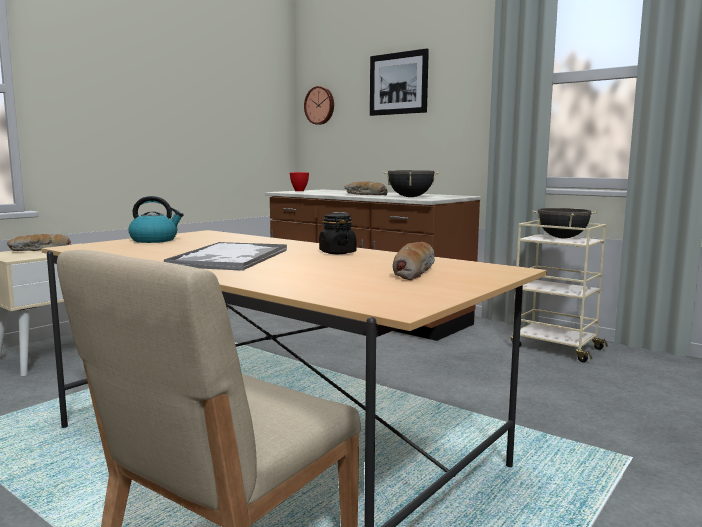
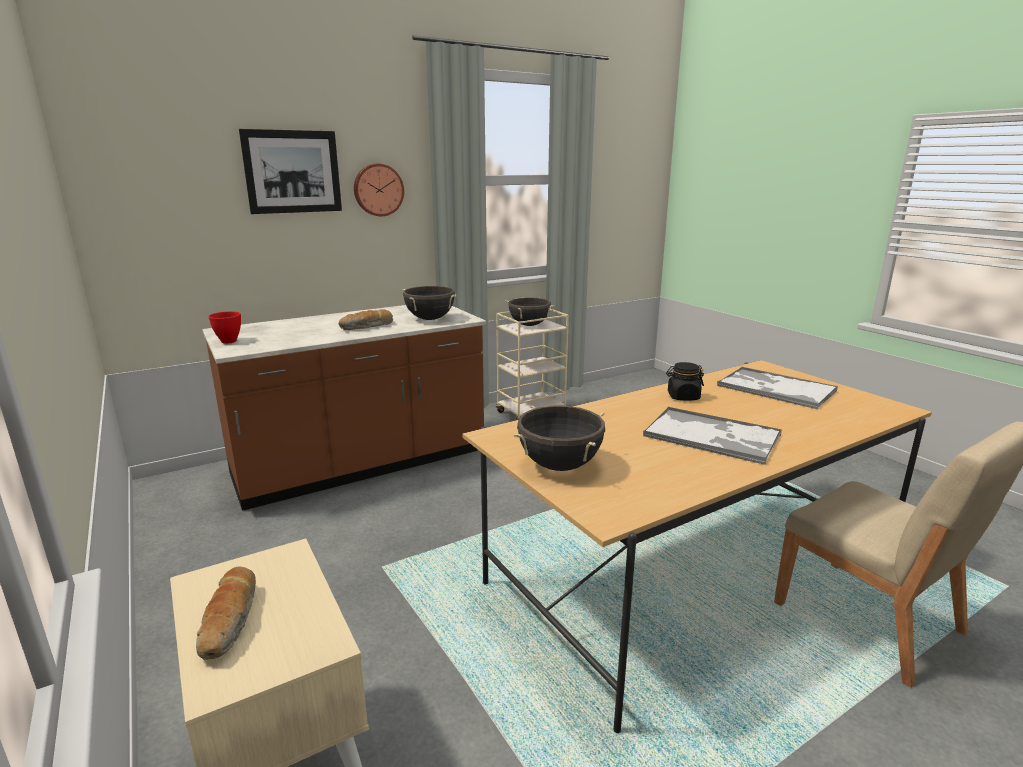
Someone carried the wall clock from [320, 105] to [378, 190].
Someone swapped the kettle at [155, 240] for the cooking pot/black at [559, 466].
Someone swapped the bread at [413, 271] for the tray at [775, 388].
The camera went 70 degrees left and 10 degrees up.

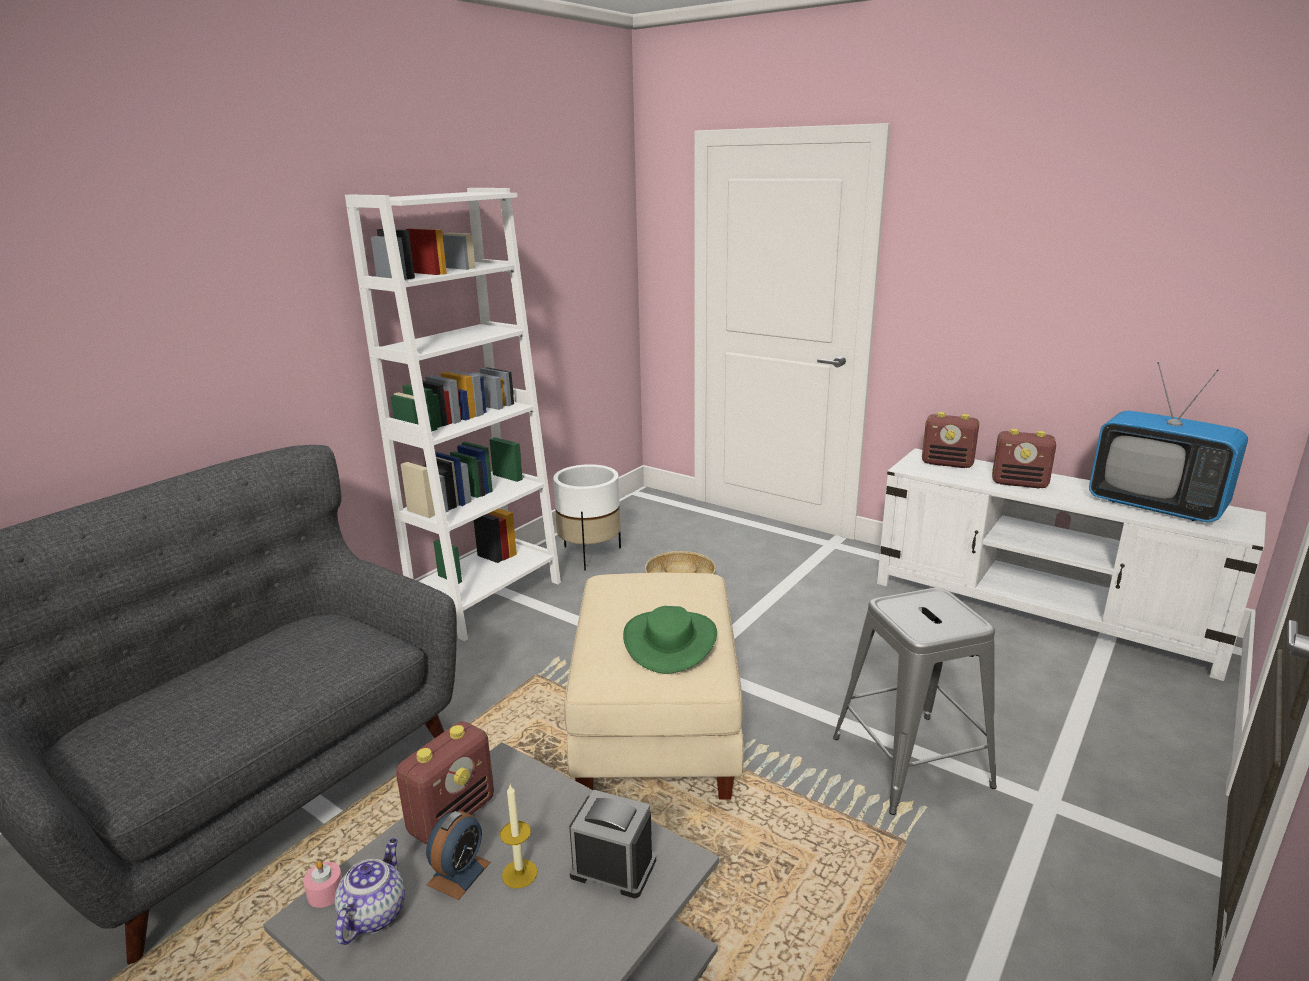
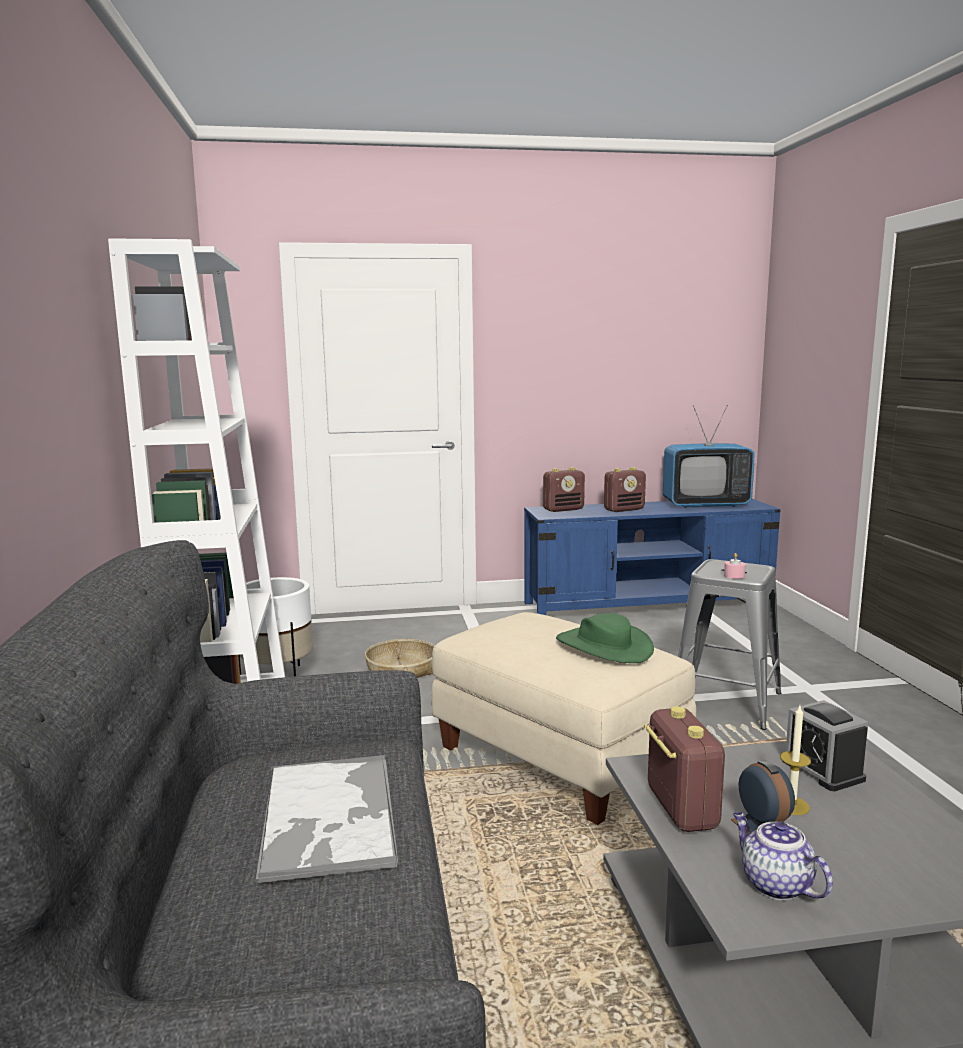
Someone put down the tray at [329, 817].
Someone repainted the tv stand/white at [1042, 610], which became the tv stand/blue at [648, 605].
Someone carried the candle/pink from [326, 892] to [734, 576].
Someone rotated the alarm clock at [613, 867] by 90 degrees counterclockwise.
The camera went 45 degrees left and 10 degrees down.

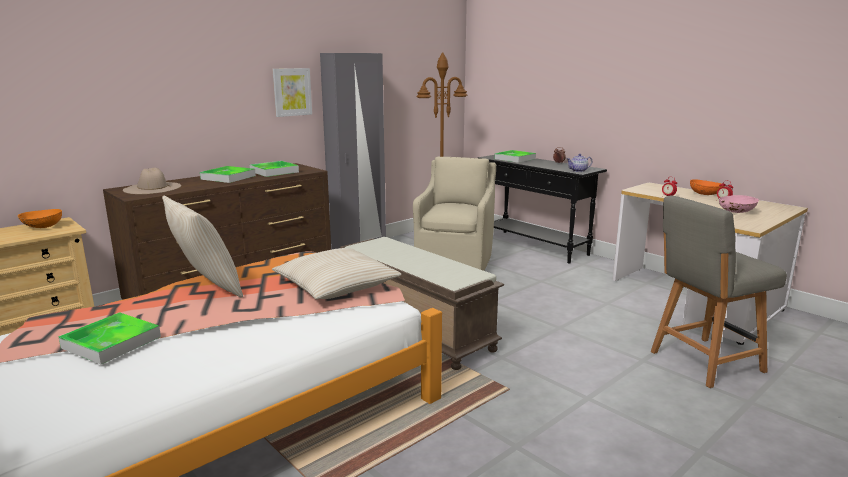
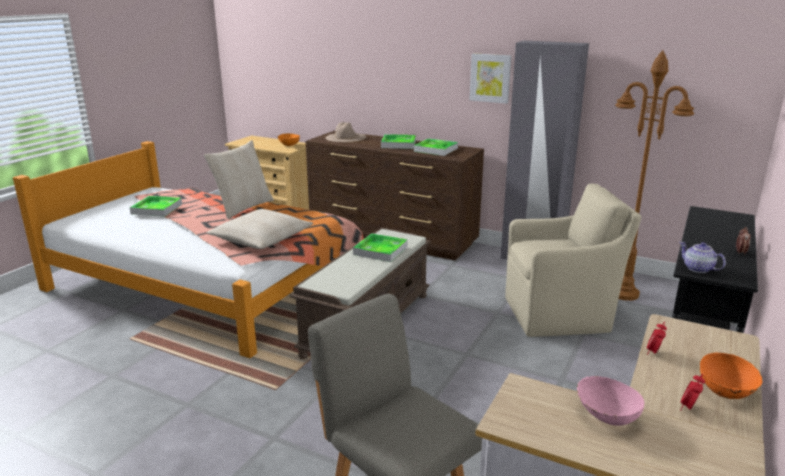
Someone carried the tray from [515, 159] to [380, 250].
The camera went 70 degrees right and 5 degrees up.

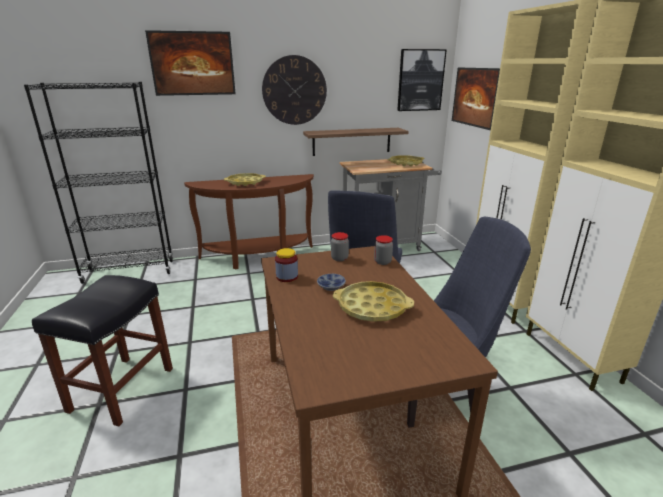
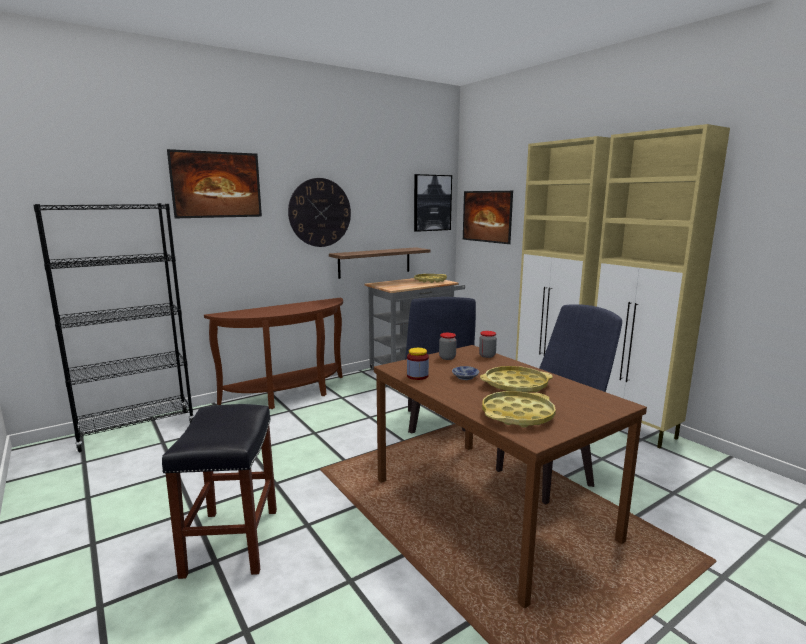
Someone carried the tray/yellow from [245, 182] to [517, 415].
The camera went 20 degrees left and 10 degrees down.

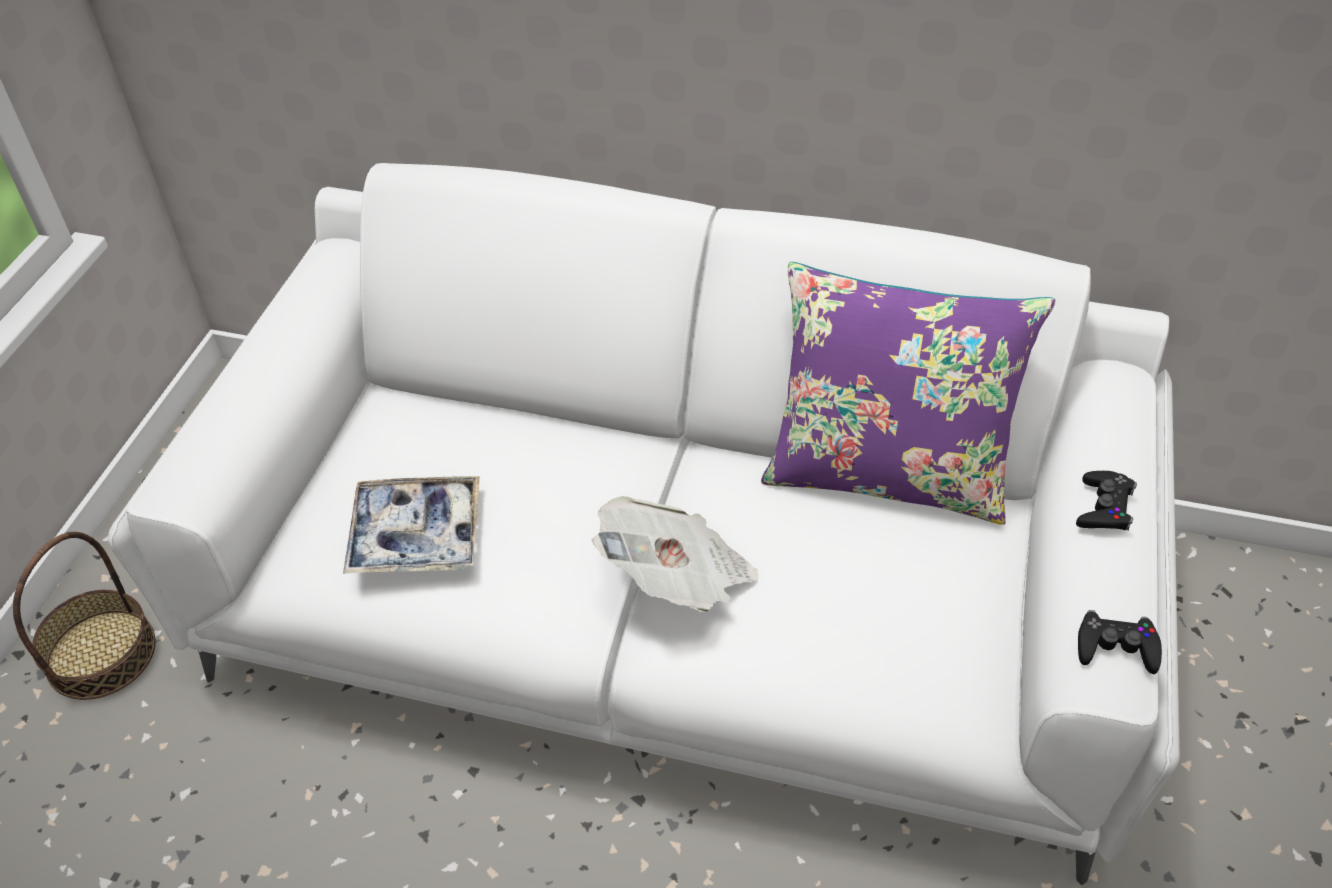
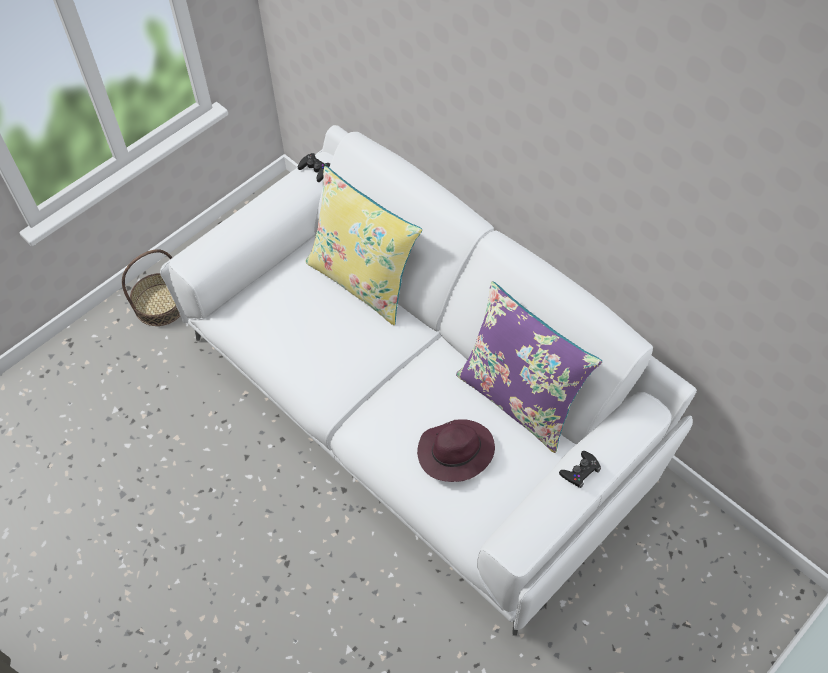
Someone carried the game controller/black from [1115, 647] to [315, 169].
Someone put down the pillow/yellow at [363, 280].
Someone put down the hat/purple at [454, 453].
Someone took away the tray at [415, 535].
Someone took away the newspaper at [677, 578].
The camera went 30 degrees right and 10 degrees up.

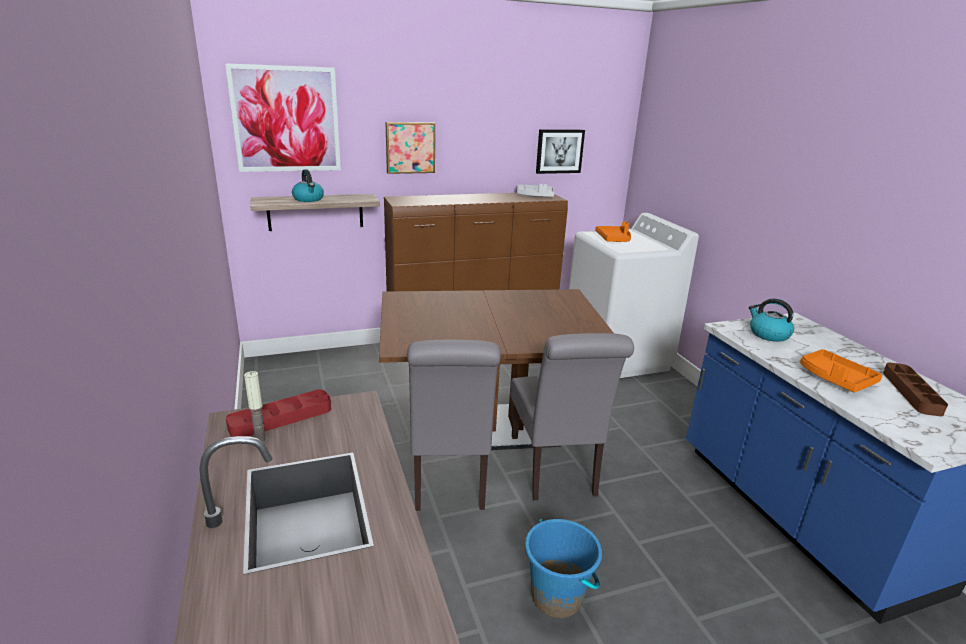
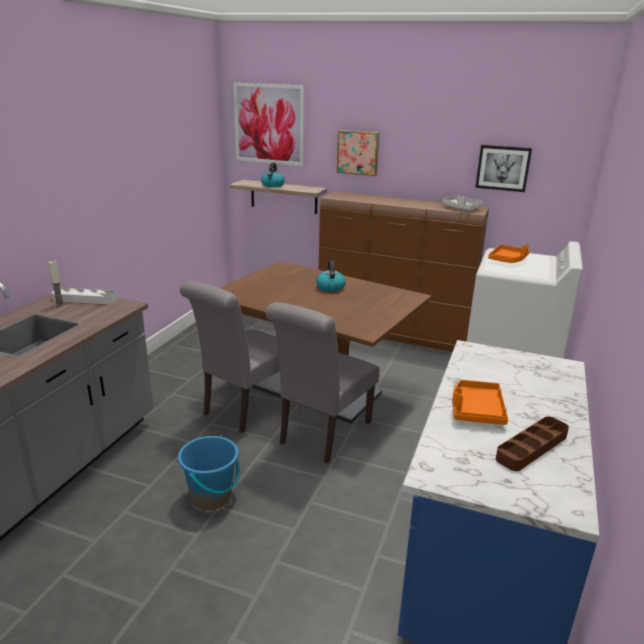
Someone repainted the tray/red at [281, 418], which became the tray/grey at [84, 299].
Someone carried the kettle from [768, 334] to [330, 287].
The camera went 40 degrees right and 0 degrees up.

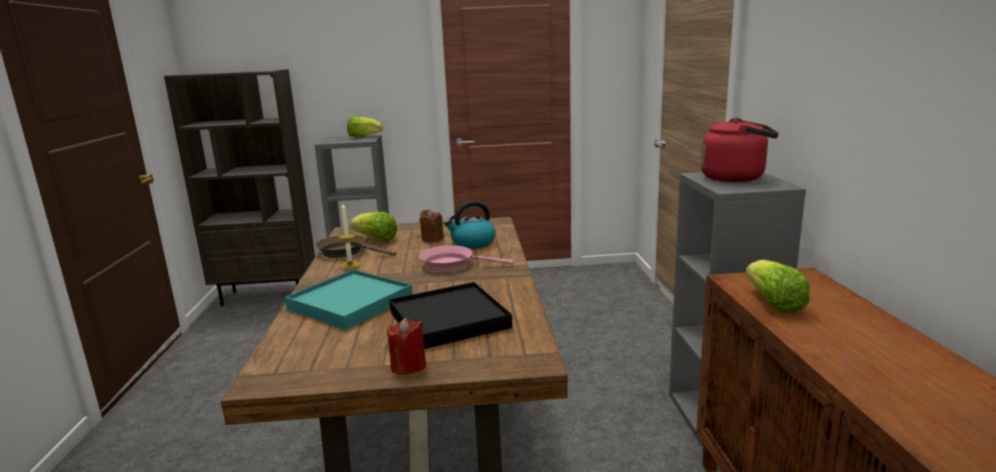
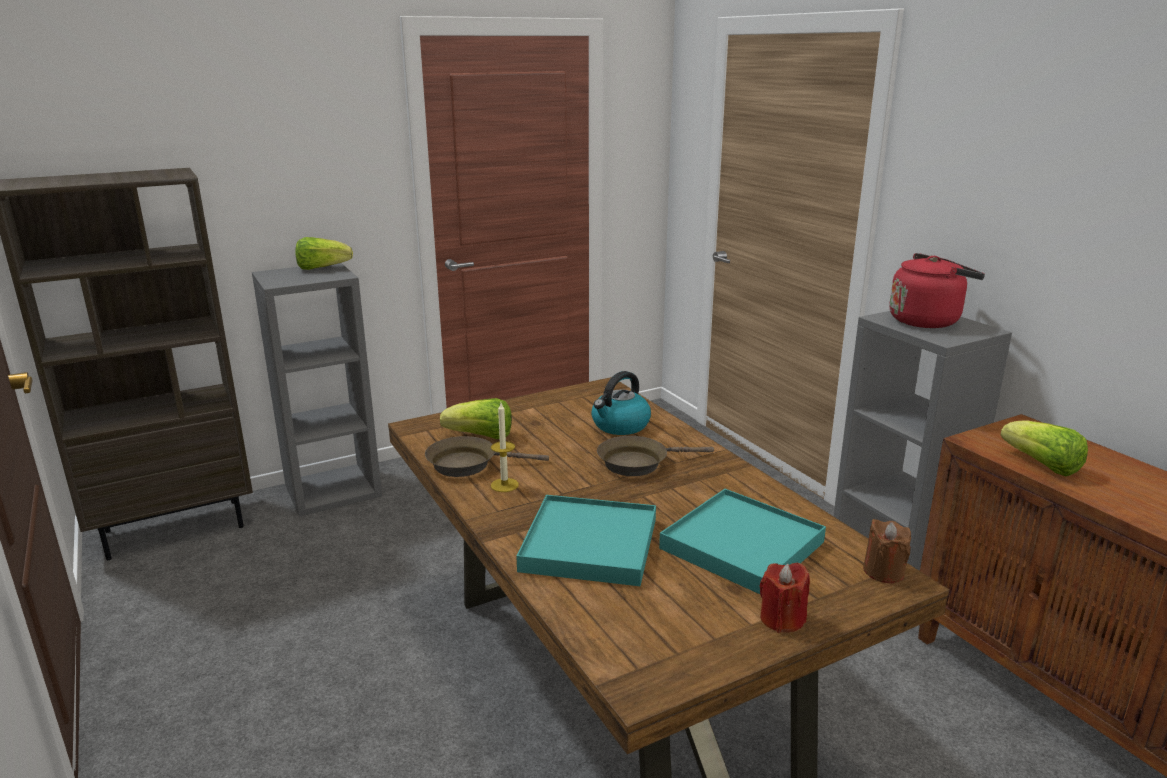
Someone repainted the frying pan/pink at [452, 264], which became the frying pan/brown at [638, 463].
Someone repainted the tray/black at [449, 320], which became the tray/turquoise at [742, 545].
Someone carried the candle/brown from [432, 239] to [883, 571].
The camera went 25 degrees left and 5 degrees up.

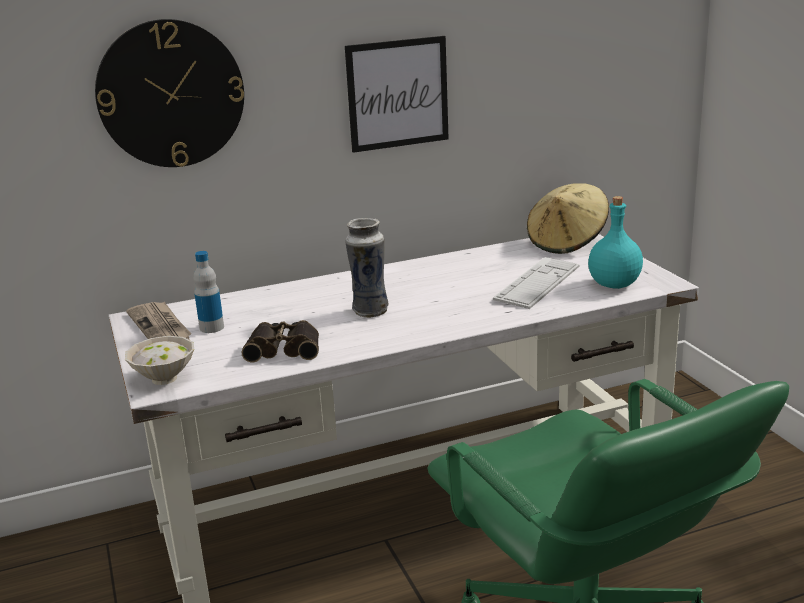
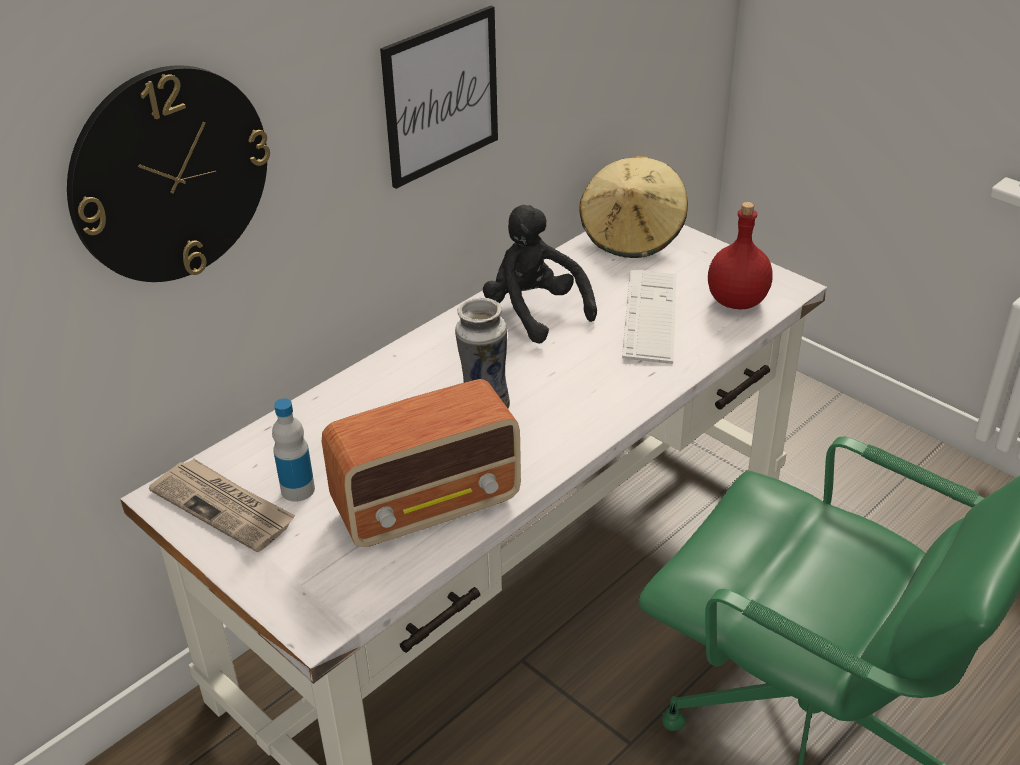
Someone swapped the binoculars at [284, 349] for the radio at [429, 505].
Someone put down the plush toy/black at [534, 312].
Someone repainted the bottle/turquoise at [613, 284], which became the bottle/red at [735, 301].
Someone took away the bowl/white at [164, 379].
The camera went 25 degrees left and 15 degrees up.

